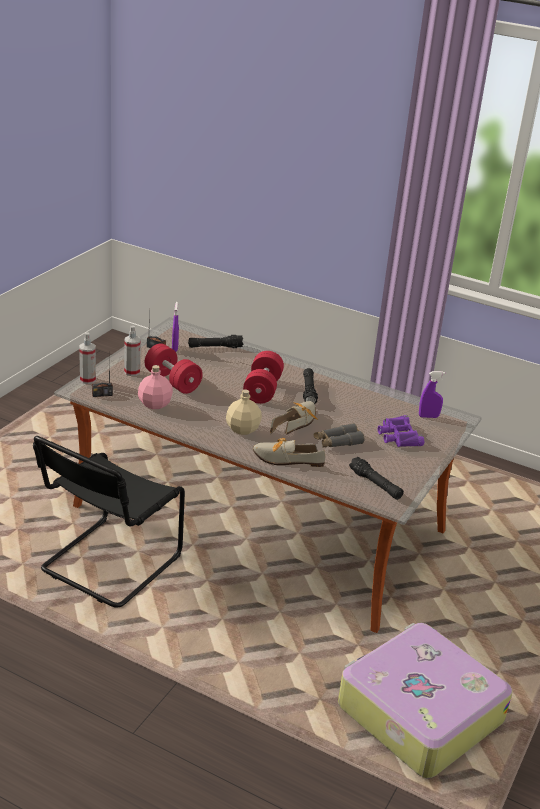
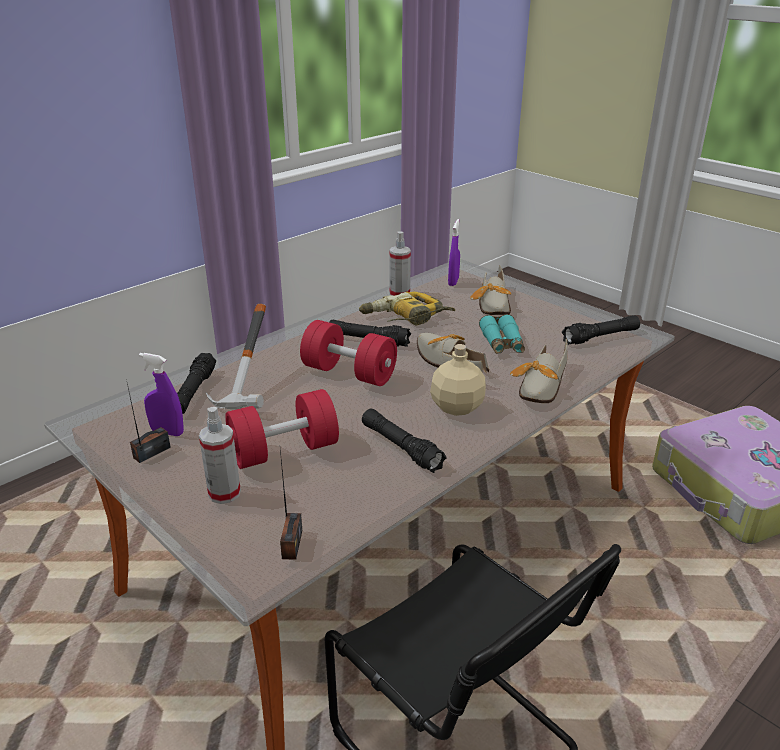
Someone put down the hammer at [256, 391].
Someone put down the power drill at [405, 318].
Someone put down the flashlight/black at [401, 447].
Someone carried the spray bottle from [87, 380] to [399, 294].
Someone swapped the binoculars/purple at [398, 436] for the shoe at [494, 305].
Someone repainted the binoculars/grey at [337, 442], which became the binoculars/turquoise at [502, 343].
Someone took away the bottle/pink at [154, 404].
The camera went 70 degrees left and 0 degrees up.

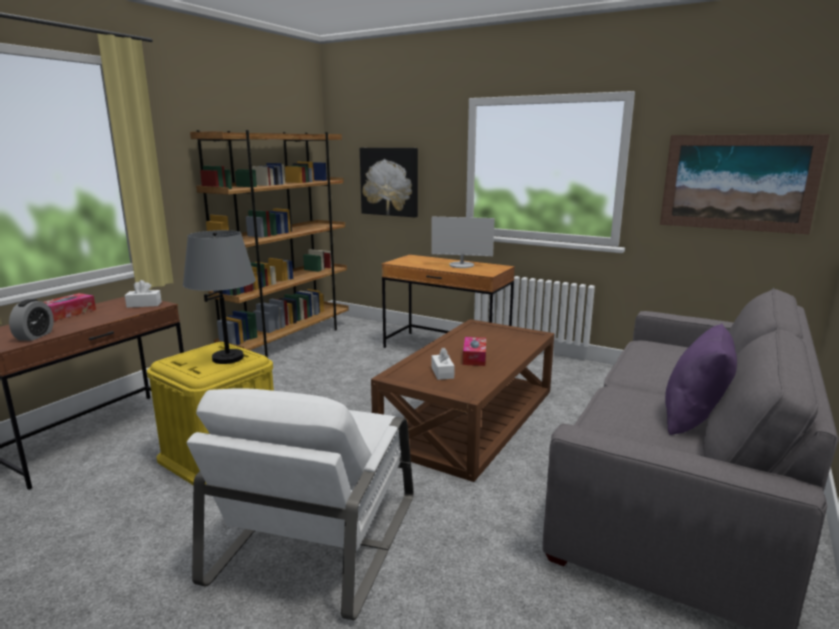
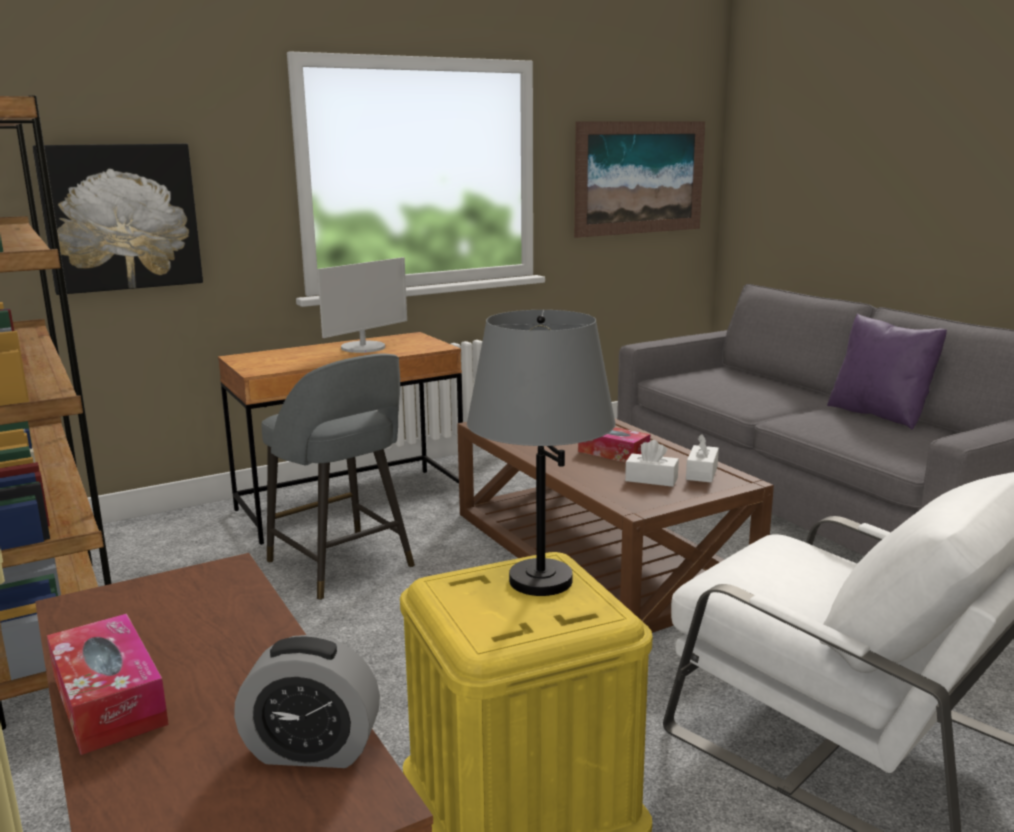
Someone rotated the alarm clock at [35, 336] by 150 degrees clockwise.
Someone put down the stool/grey at [342, 565].
Someone carried the tissue box/white from [144, 304] to [702, 473].
The camera went 60 degrees left and 0 degrees up.

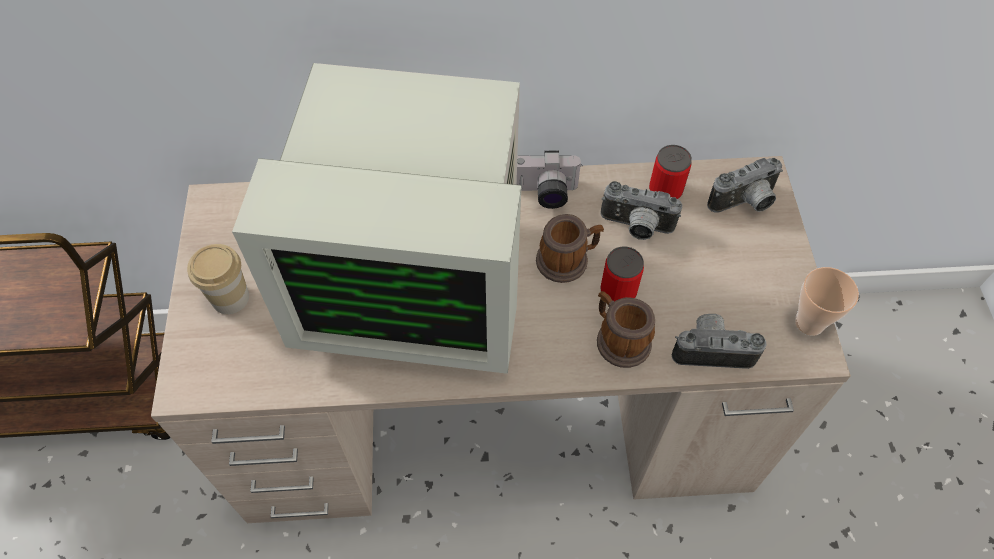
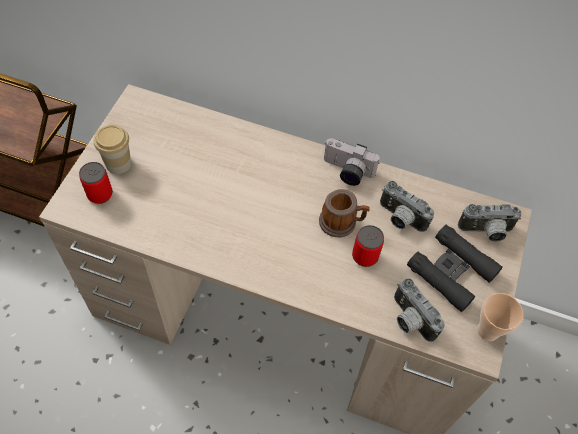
Someone carried the can from [665, 190] to [100, 194].
Someone rotated the photo camera at [712, 349] by 150 degrees counterclockwise.
Someone put down the binoculars/black at [451, 271].
Someone took away the monitor at [415, 280].
Someone took away the mug at [618, 339].
The camera went 20 degrees right and 0 degrees up.

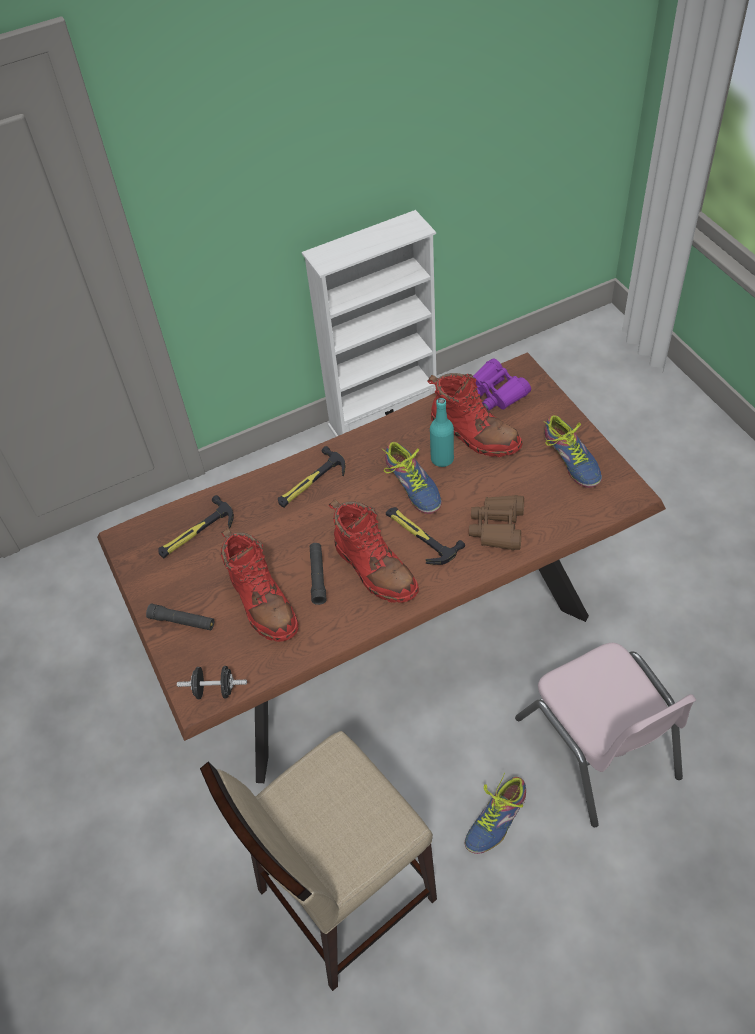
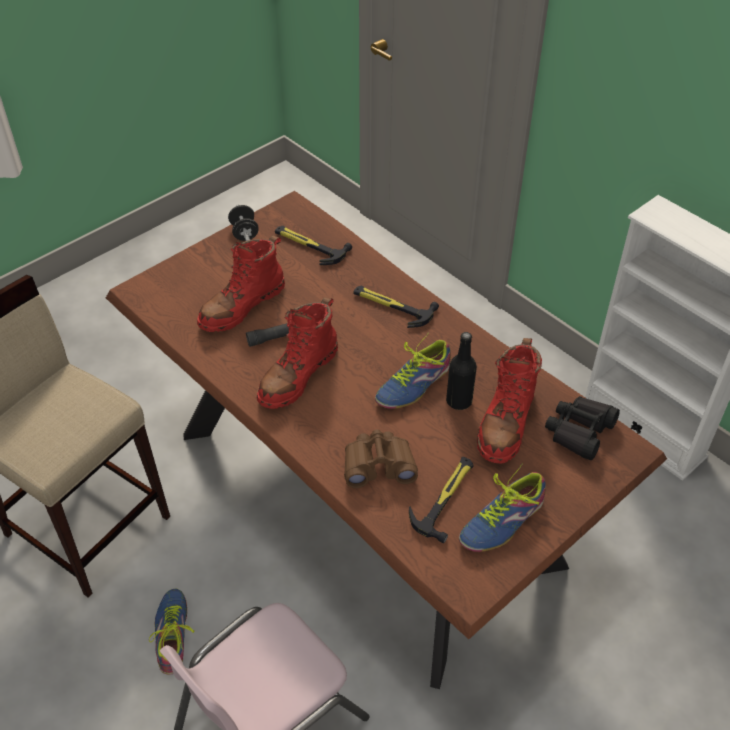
Someone rotated the shoe at [496, 819] by 60 degrees clockwise.
Someone carried the dumbbell/black from [215, 690] to [244, 233].
Someone carried the hammer from [419, 536] to [445, 497].
Someone repainted the bottle/turquoise at [442, 459], which became the bottle/black at [459, 401].
Someone repainted the binoculars/purple at [495, 392], which became the binoculars/black at [579, 431].
Someone took away the flashlight/black at [182, 621].
The camera went 70 degrees right and 5 degrees down.

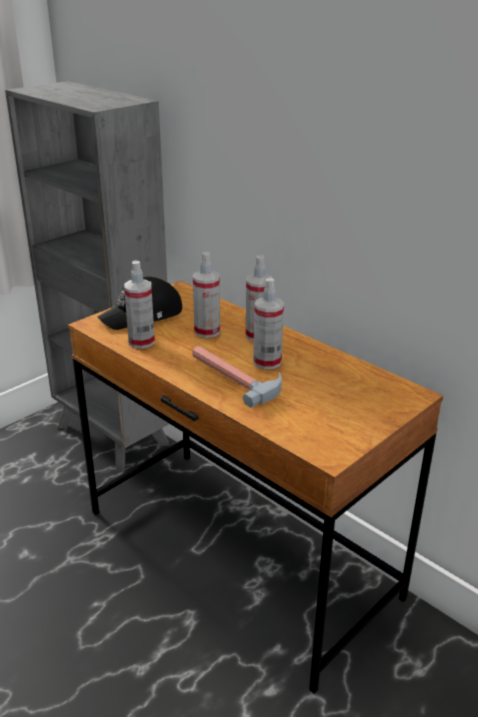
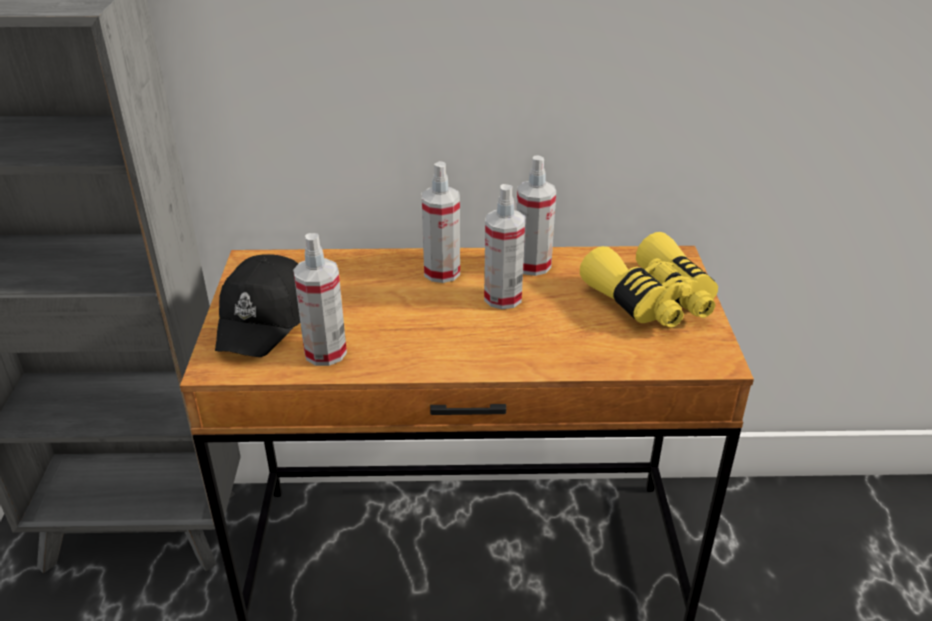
Someone carried the spray bottle from [207, 331] to [532, 265].
Someone put down the binoculars/yellow at [652, 300].
Someone took away the hammer at [234, 376].
The camera went 45 degrees left and 5 degrees up.

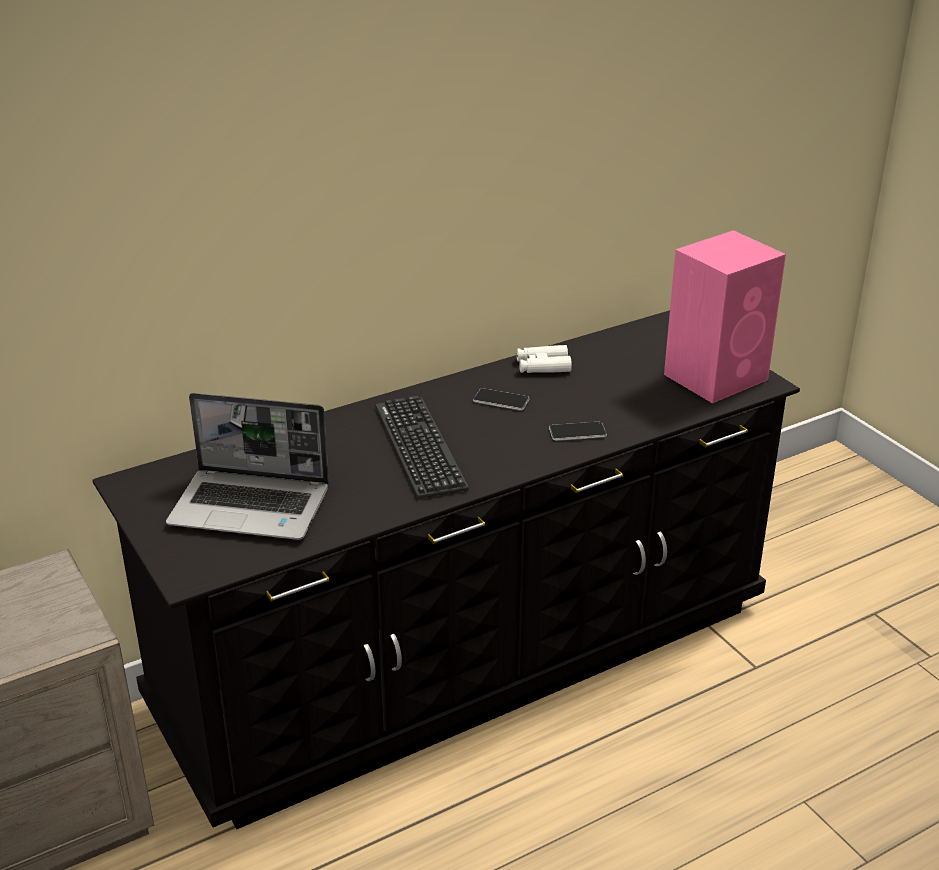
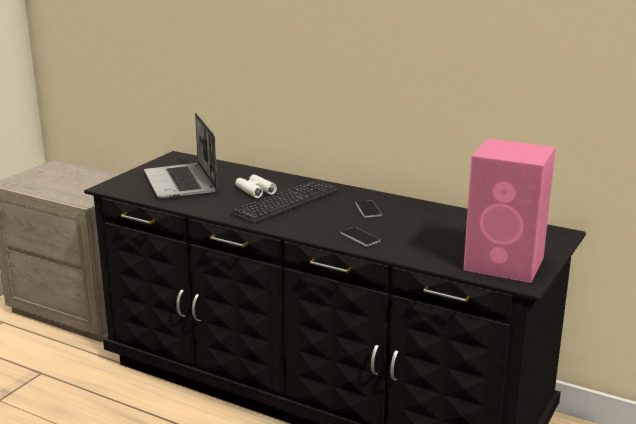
Someone carried the binoculars/white from [543, 366] to [255, 191].
The camera went 60 degrees right and 10 degrees down.

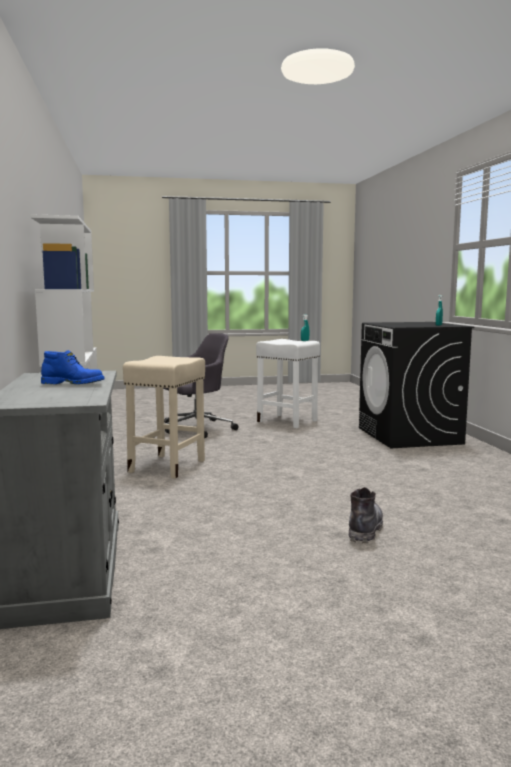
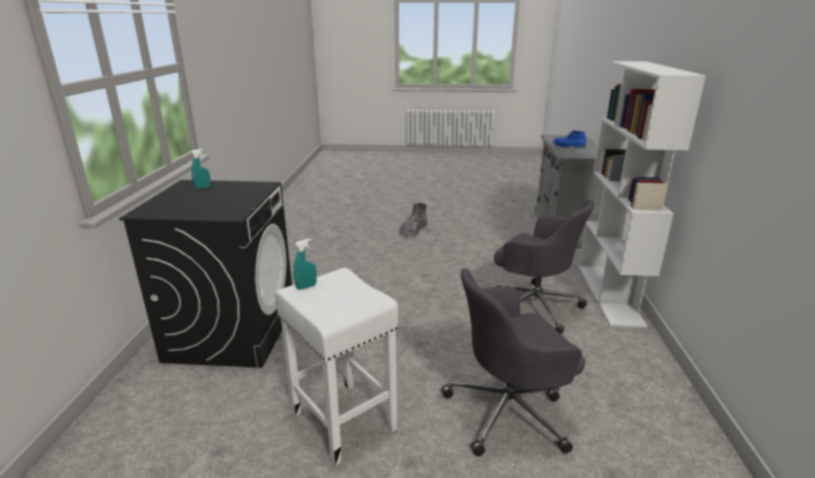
Someone swapped the stool/beige at [167, 466] for the office chair/grey at [534, 306].
The camera went 165 degrees left and 15 degrees up.

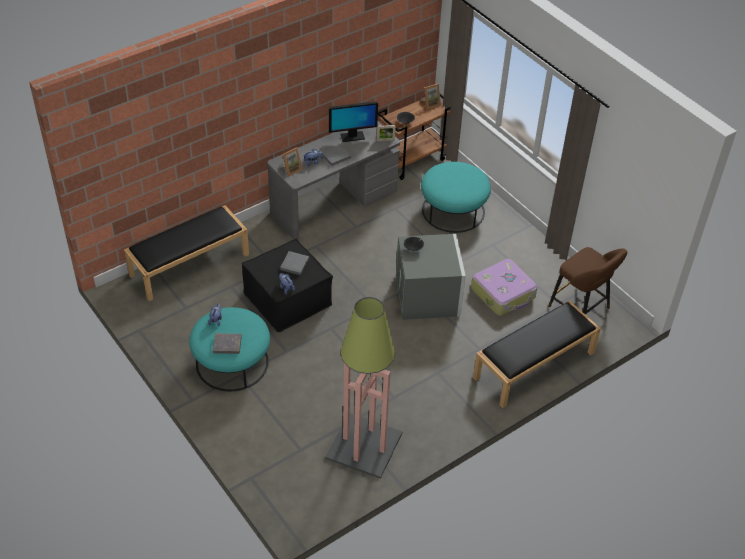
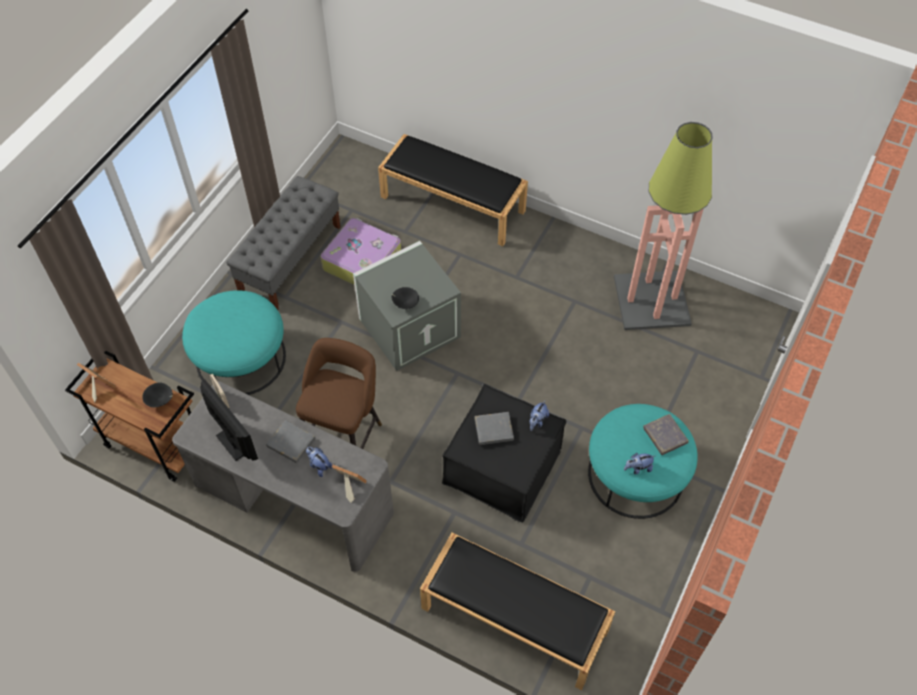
Someone put down the bench/grey at [290, 259].
Someone carried the stool/brown from [581, 309] to [344, 434].
The camera went 115 degrees left and 10 degrees up.

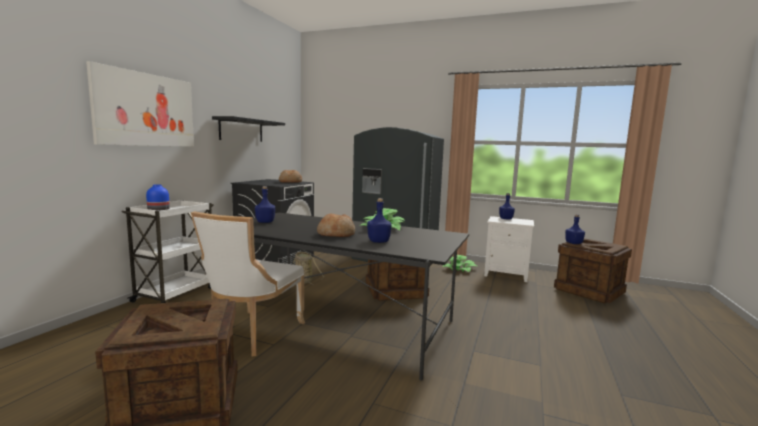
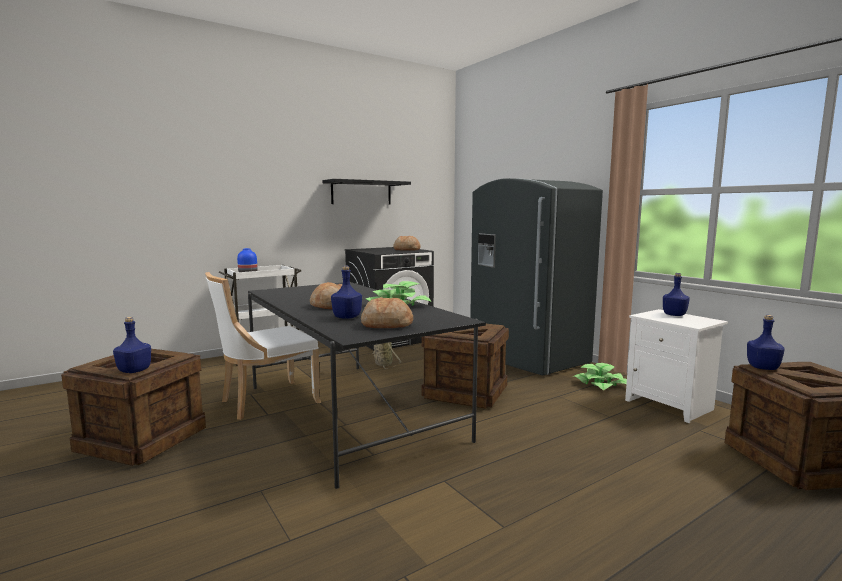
Someone carried the bottle/blue from [265, 222] to [134, 370].
Someone put down the bread at [386, 325].
Someone took away the picture at [146, 110].
The camera went 35 degrees right and 0 degrees up.

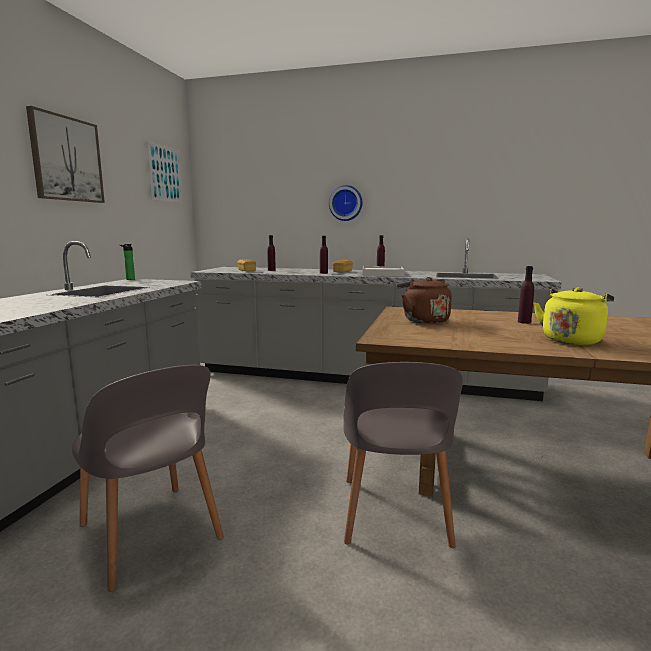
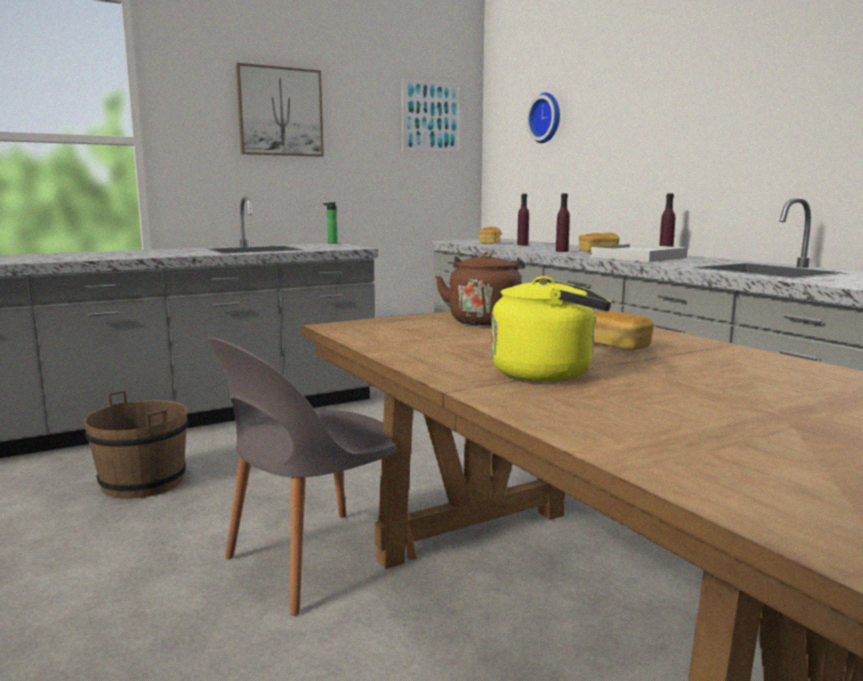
Someone swapped the chair/grey at [151, 534] for the bucket/brown at [143, 482].
Someone carried the wall clock from [346, 203] to [546, 118].
Someone swapped the bottle/purple at [524, 322] for the bread at [615, 346].
The camera went 45 degrees right and 0 degrees up.

